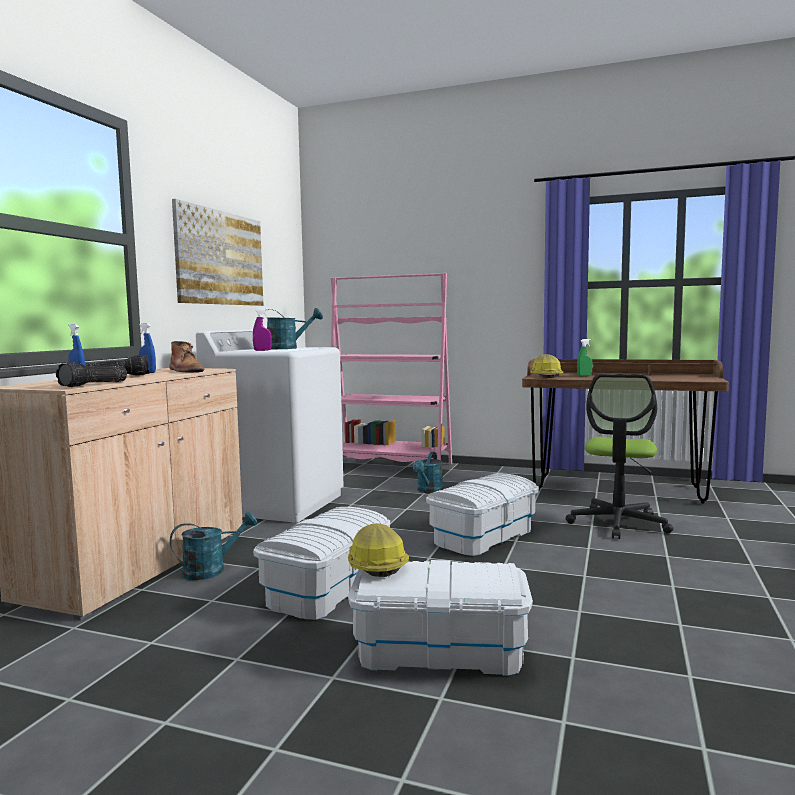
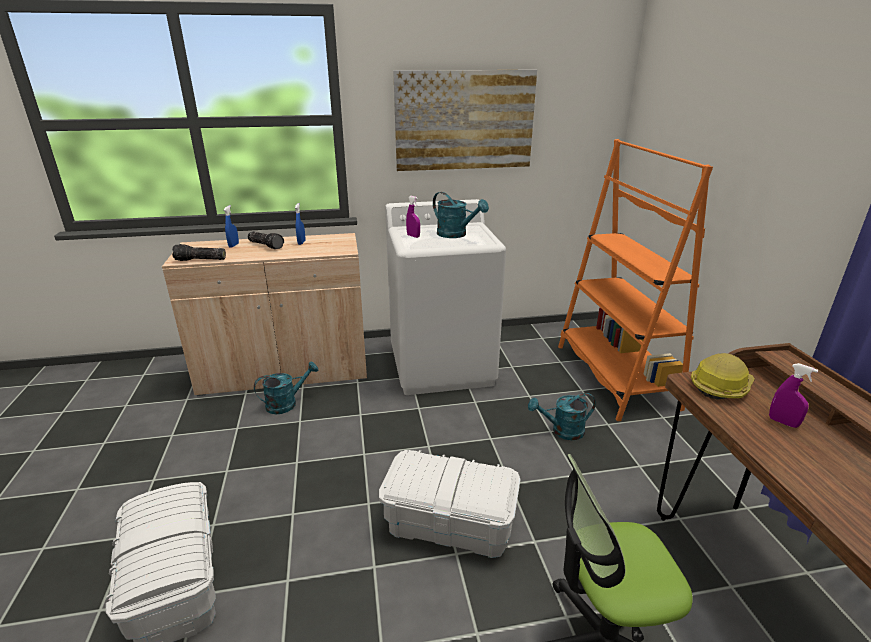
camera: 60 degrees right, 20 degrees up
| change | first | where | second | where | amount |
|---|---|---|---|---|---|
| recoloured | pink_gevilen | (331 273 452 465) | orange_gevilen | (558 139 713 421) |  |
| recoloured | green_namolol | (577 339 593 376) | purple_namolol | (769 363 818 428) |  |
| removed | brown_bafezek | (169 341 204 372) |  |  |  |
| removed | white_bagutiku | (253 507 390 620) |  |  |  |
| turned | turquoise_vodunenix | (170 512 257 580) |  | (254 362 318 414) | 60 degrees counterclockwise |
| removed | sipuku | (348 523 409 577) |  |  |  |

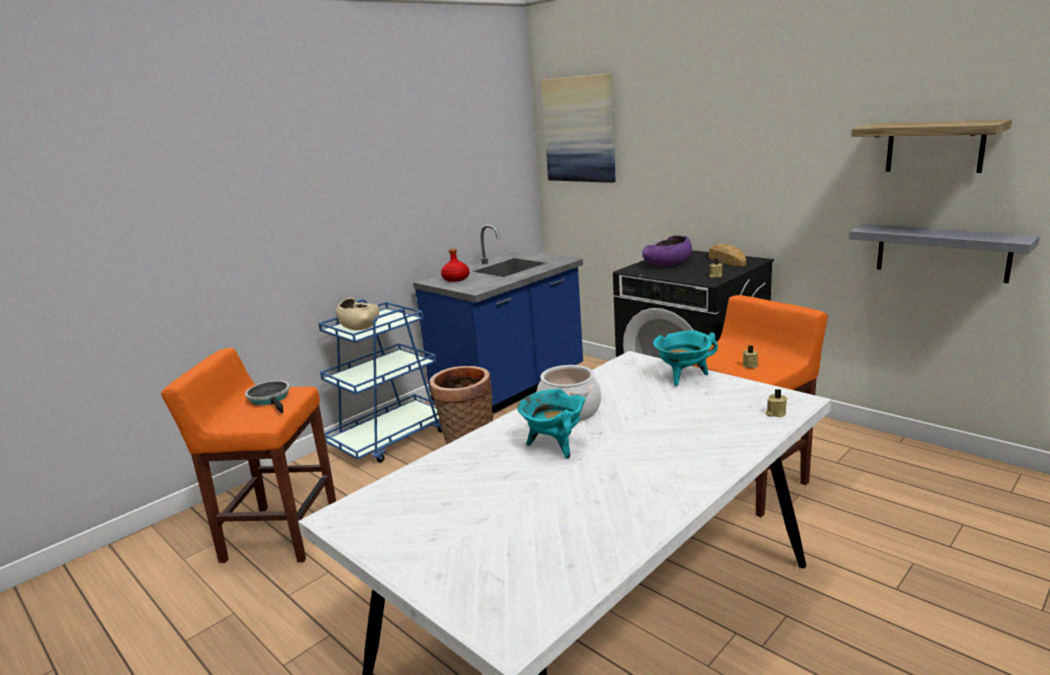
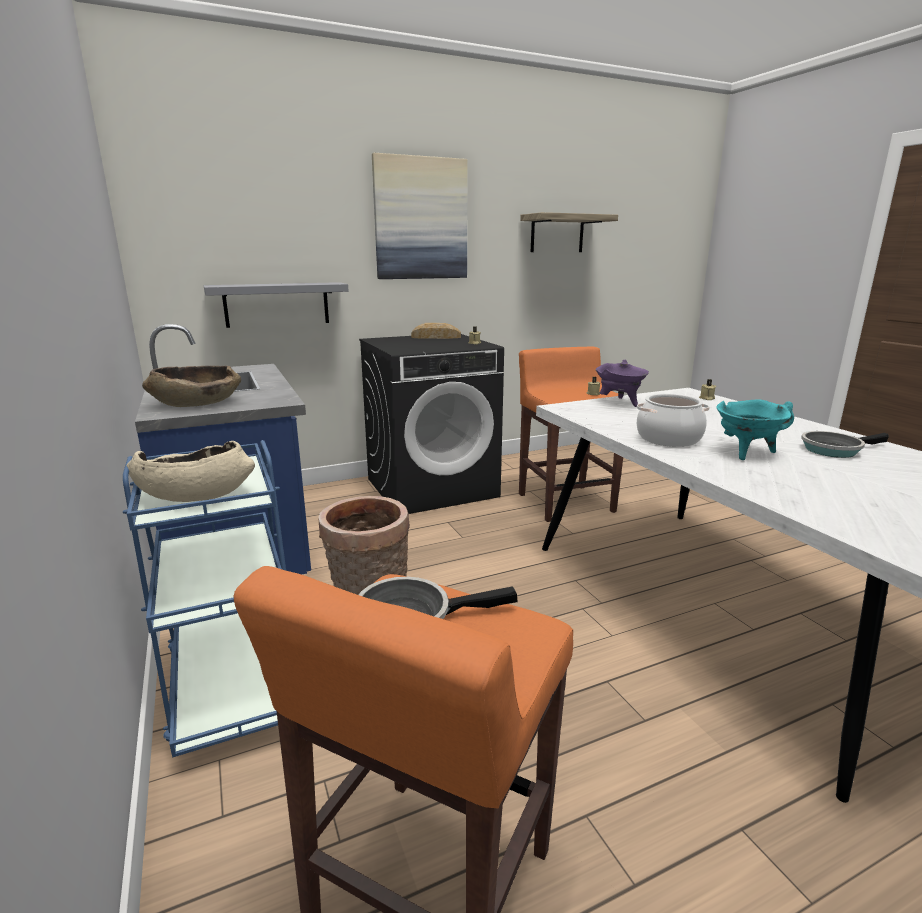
camera: 70 degrees left, 0 degrees up
| change | first | where | second | where | amount |
|---|---|---|---|---|---|
| moved | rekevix | (541 73 616 183) |  | (372 153 468 279) |  |
| moved | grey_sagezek | (849 224 1040 283) |  | (204 282 348 328) |  |
| removed | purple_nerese | (642 235 692 266) |  |  |  |
| replaced | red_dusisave | (441 249 469 282) | brown_nerese | (142 366 241 407) |  |
| recoloured | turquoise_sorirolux | (653 330 718 386) | purple_sorirolux | (595 360 649 407) |  |
| added |  |  | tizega | (801 431 889 458) |  |

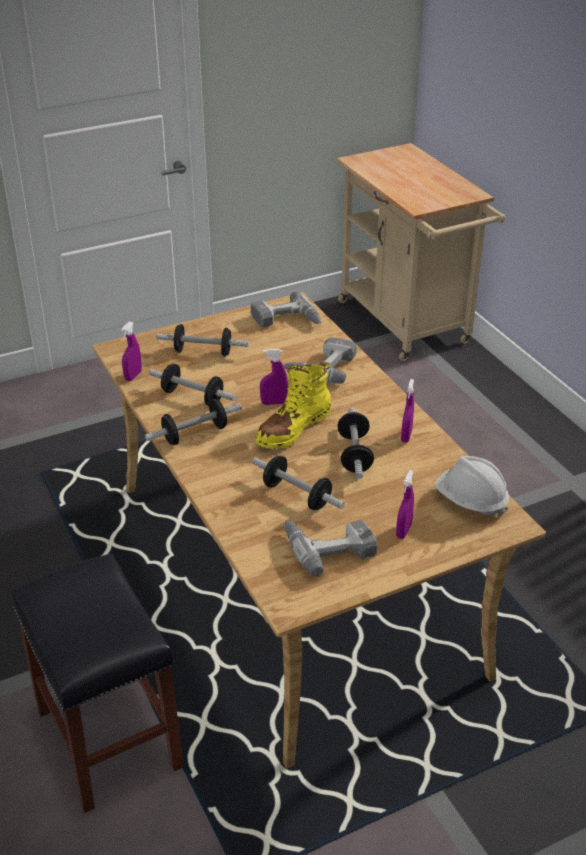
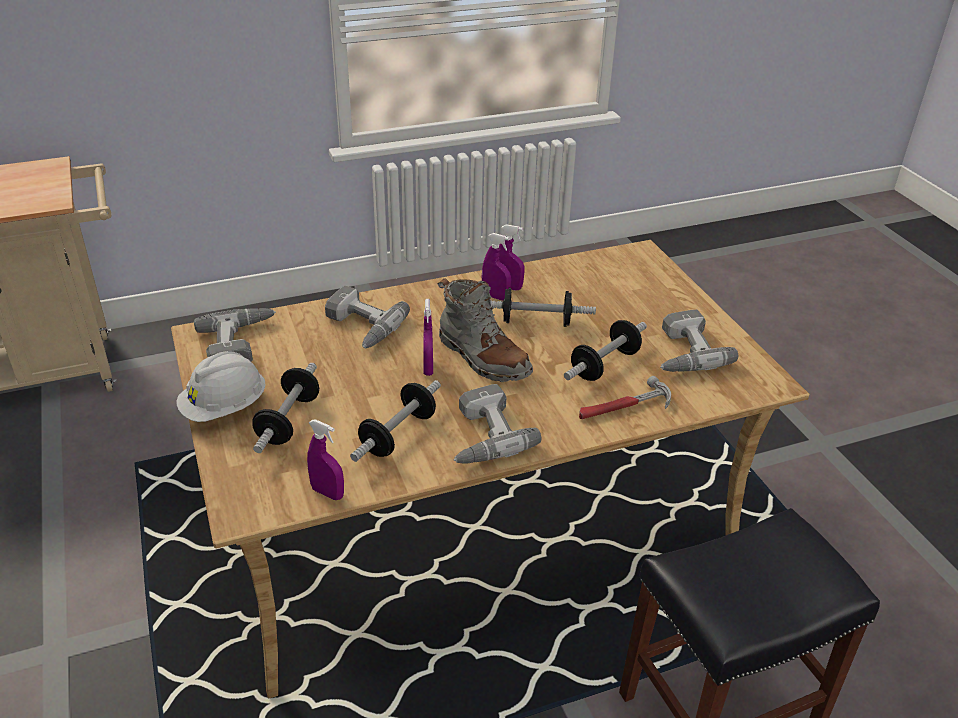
camera: 85 degrees left, 0 degrees up
| change | first | where | second | where | amount |
|---|---|---|---|---|---|
| recoloured | yellow_bafezek | (255 361 331 449) | grey_bafezek | (438 278 533 382) |  |
| replaced | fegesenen | (145 399 242 445) | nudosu | (454 384 541 464) |  |
| moved | white_sipuku | (435 456 509 517) |  | (176 351 266 422) |  |
| moved | purple_namolol | (396 470 414 539) |  | (482 233 511 300) |  |
| added |  |  | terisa | (579 376 671 419) |  |

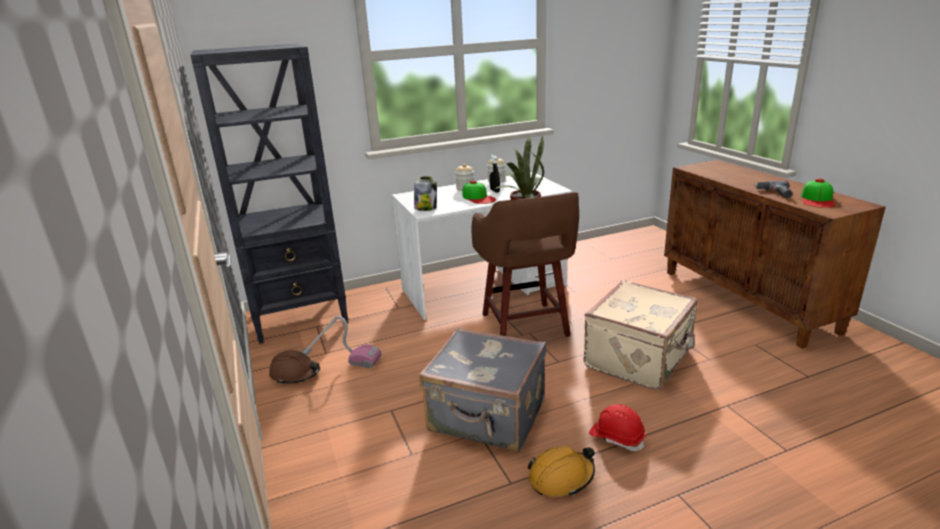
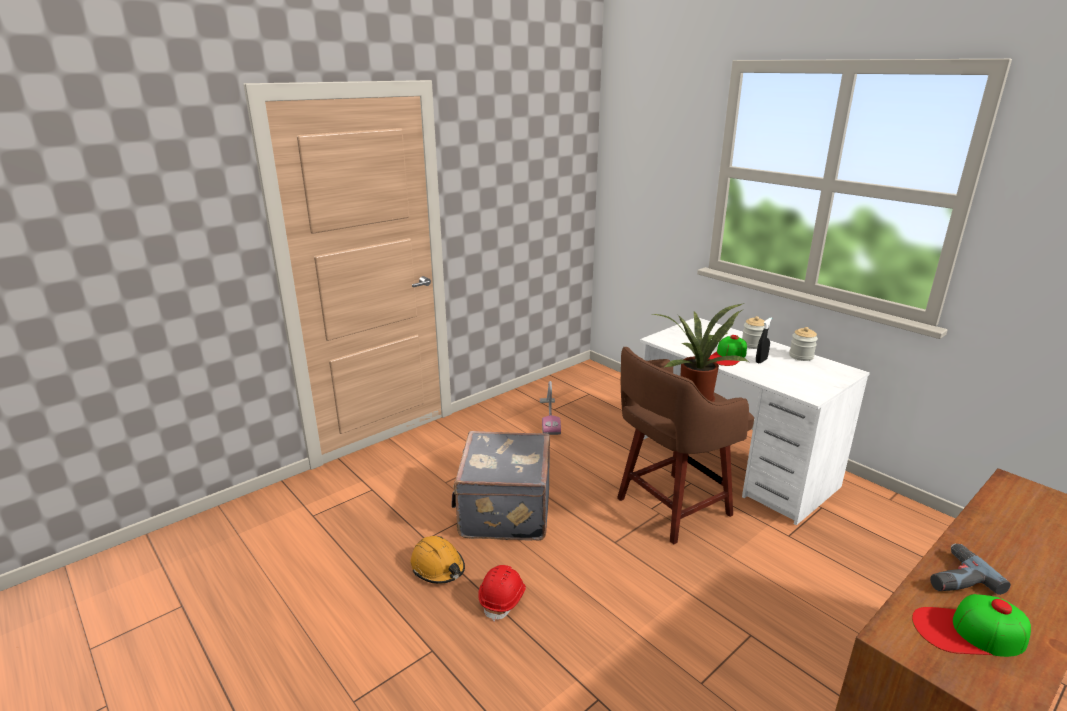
camera: 70 degrees right, 0 degrees up
| change | first | where | second | where | amount |
|---|---|---|---|---|---|
| removed | black_gevilen | (190 44 348 344) |  |  |  |
| removed | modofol | (414 176 437 211) |  |  |  |
| removed | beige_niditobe | (584 280 698 390) |  |  |  |
| removed | brown_sipuku | (269 350 320 385) |  |  |  |

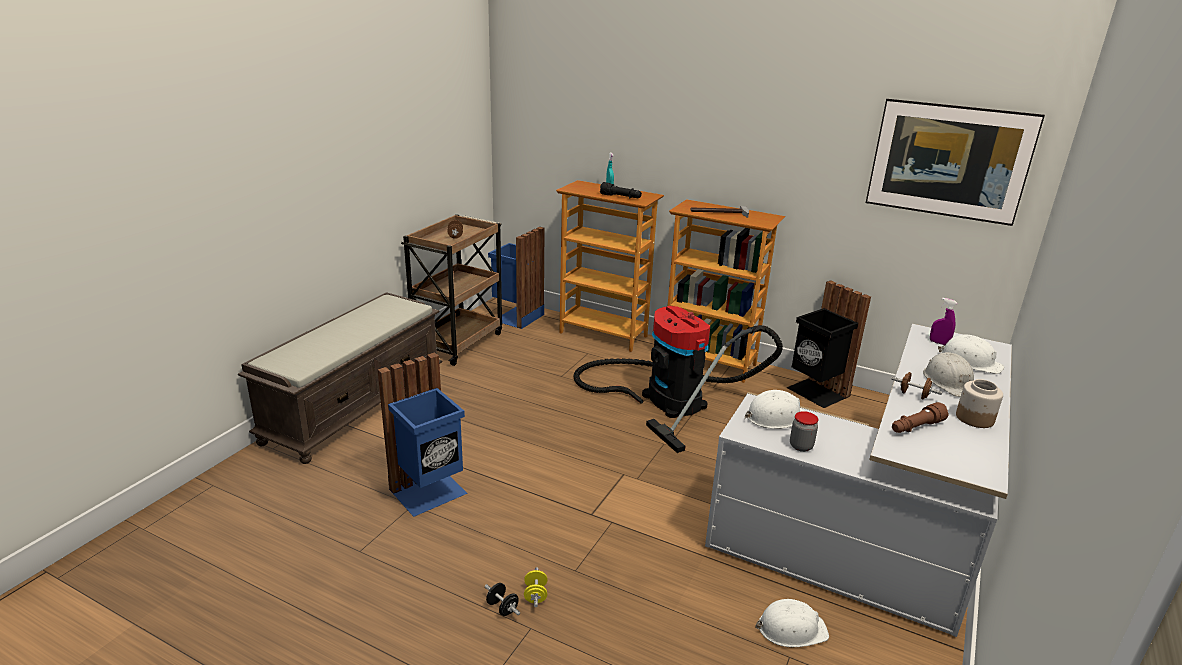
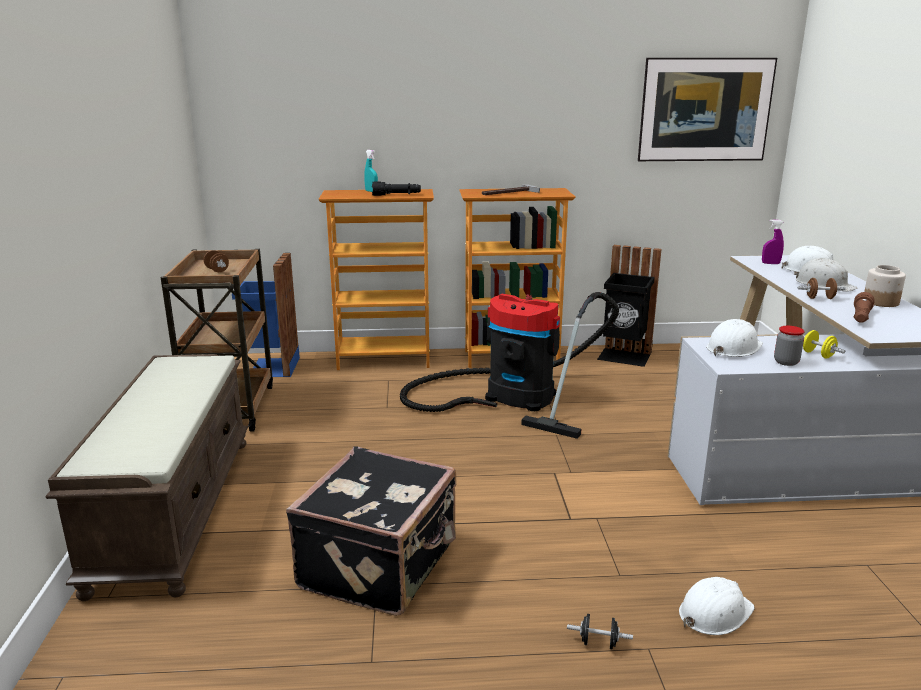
camera: 30 degrees left, 5 degrees down
| change | first | where | second | where | amount |
|---|---|---|---|---|---|
| replaced | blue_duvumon | (378 352 468 517) | black_niditobe | (286 446 456 616) |  |
| moved | yellow_fegesenen | (524 567 548 607) |  | (803 330 845 359) |  |
| moved | white_sipuku | (755 599 829 648) |  | (679 577 755 635) |  |

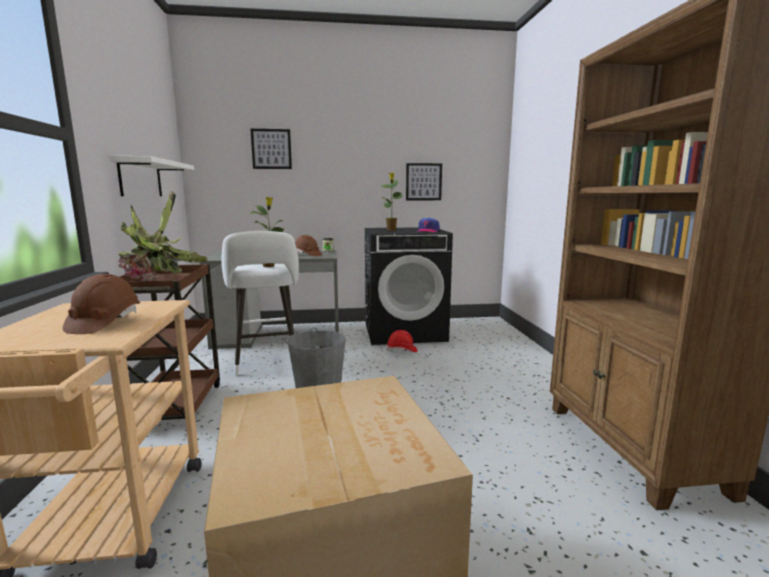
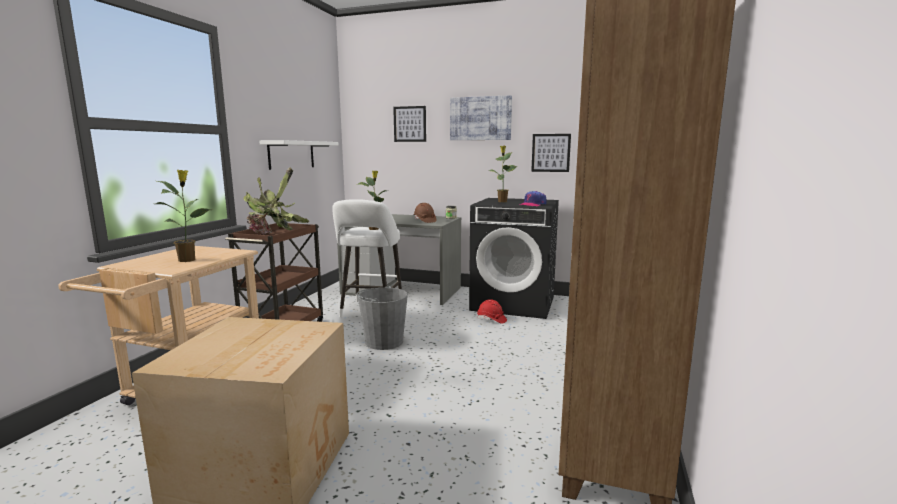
camera: 25 degrees right, 0 degrees up
| change | first | where | second | where | amount |
|---|---|---|---|---|---|
| replaced | brown_sipuku | (62 274 140 334) | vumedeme | (156 170 211 262) |  |
| added |  |  | rekevix | (450 95 512 140) |  |

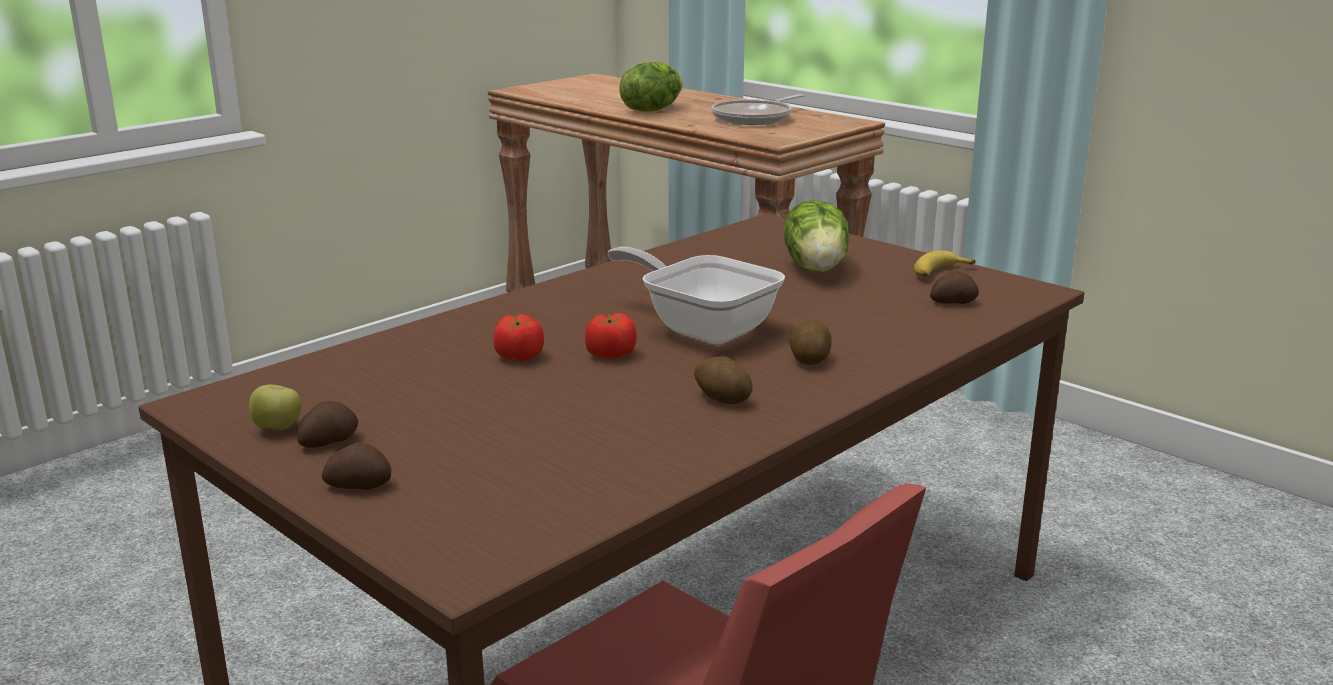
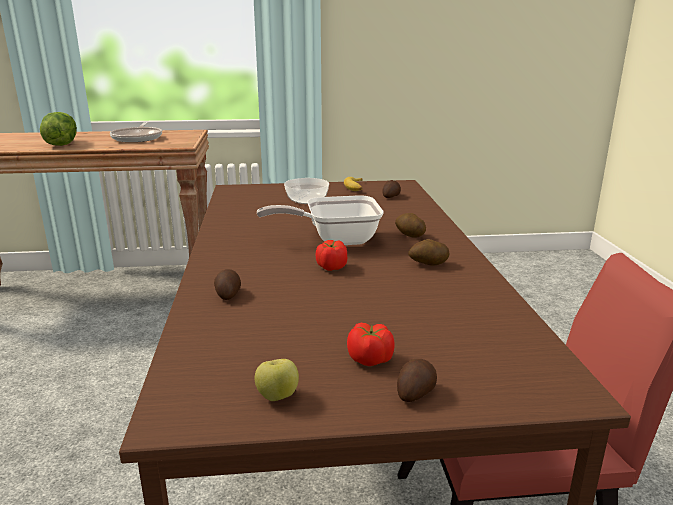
camera: 50 degrees left, 0 degrees up
| change | first | where | second | where | amount |
|---|---|---|---|---|---|
| replaced | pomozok | (784 200 849 272) | nerese | (284 178 329 204) |  |
| moved | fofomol | (493 314 544 362) |  | (347 323 395 366) |  |
| moved | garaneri | (297 401 358 448) |  | (214 269 241 300) |  |

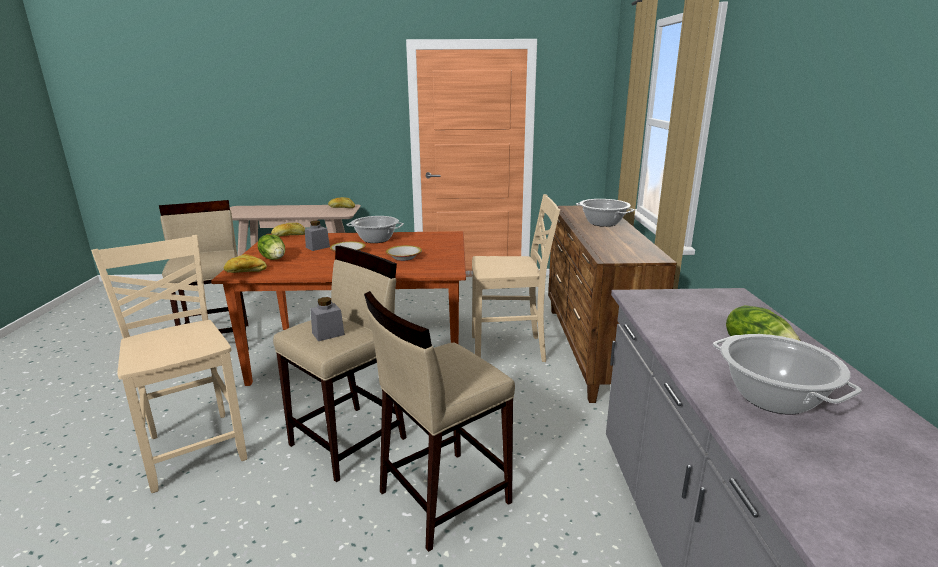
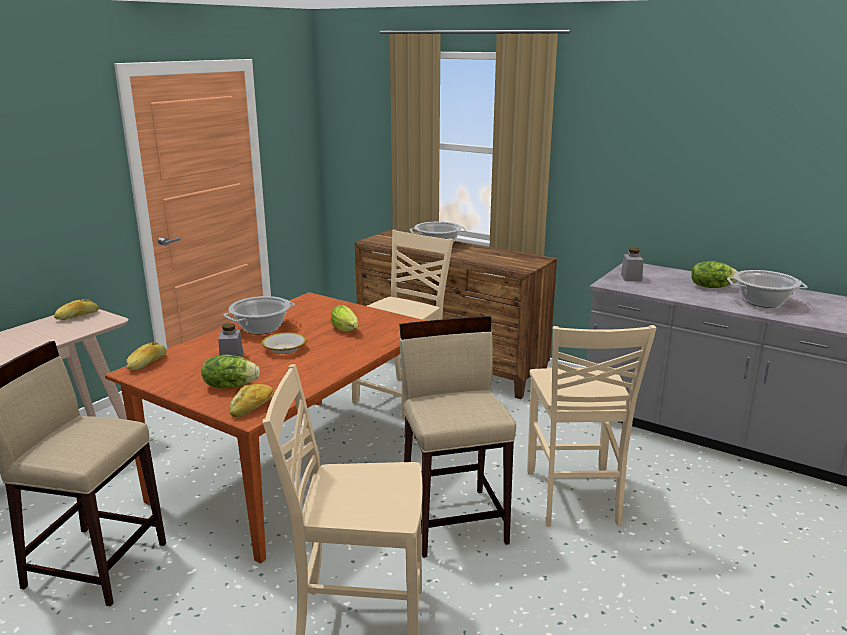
camera: 55 degrees left, 0 degrees up
| change | first | where | second | where | amount |
|---|---|---|---|---|---|
| replaced | nerese | (386 245 422 261) | pomozok | (331 305 358 331) |  |
| replaced | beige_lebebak | (364 291 515 552) | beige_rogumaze | (527 325 657 527) |  |
| moved | grey_modofol | (310 297 345 341) |  | (621 248 644 281) |  |

